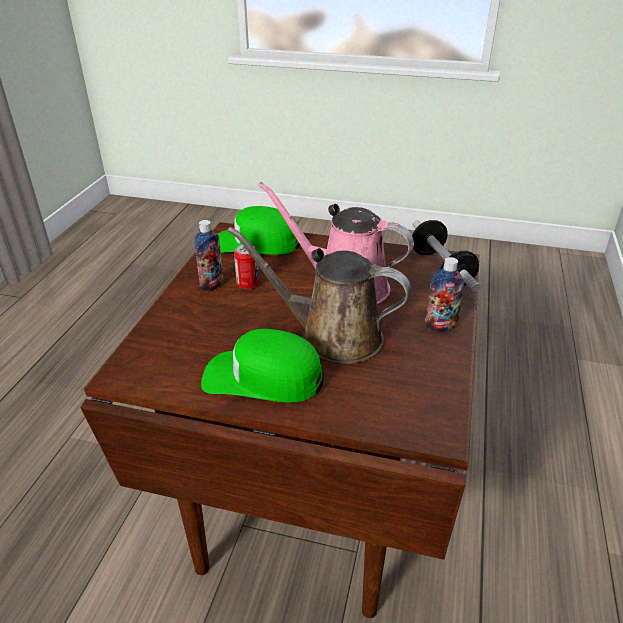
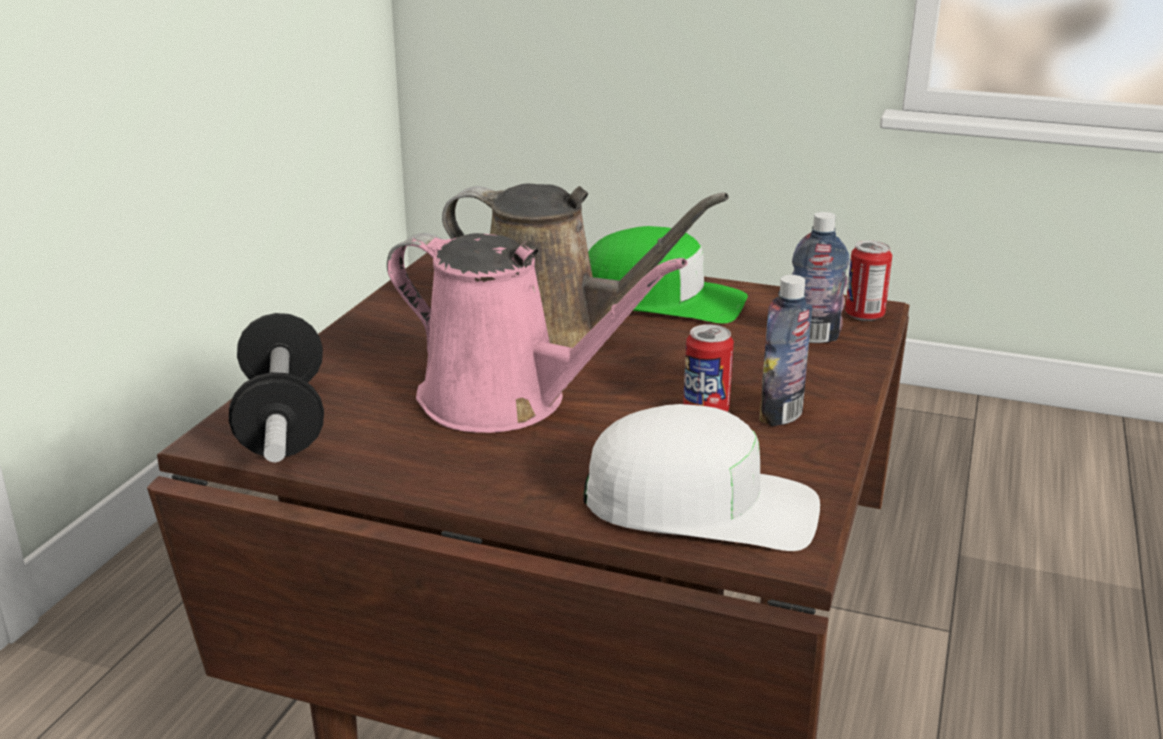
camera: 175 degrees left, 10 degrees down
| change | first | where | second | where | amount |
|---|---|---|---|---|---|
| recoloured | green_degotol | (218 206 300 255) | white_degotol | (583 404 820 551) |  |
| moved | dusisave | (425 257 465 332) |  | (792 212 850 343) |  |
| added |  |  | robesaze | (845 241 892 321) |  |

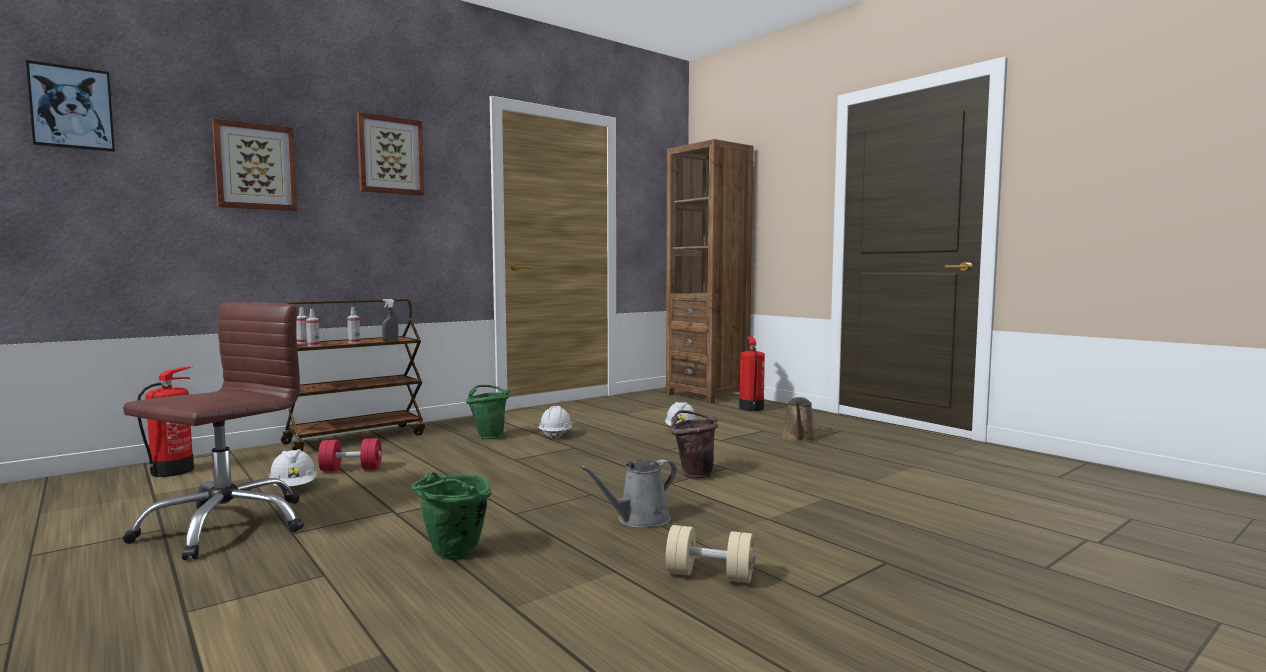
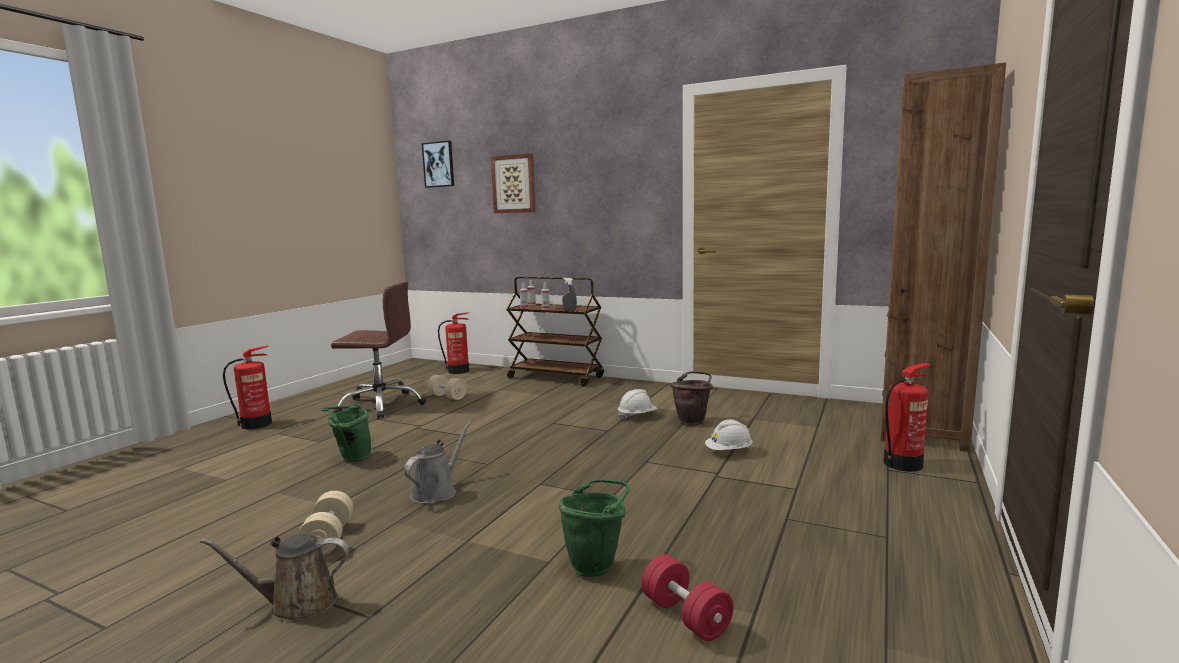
camera: 65 degrees right, 5 degrees up
| change | first | where | second | where | amount |
|---|---|---|---|---|---|
| removed | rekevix | (357 112 424 196) |  |  |  |
| moved | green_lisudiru | (466 385 510 439) |  | (559 479 630 577) |  |
| moved | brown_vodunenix | (782 397 818 442) |  | (200 534 349 622) |  |
| moved | brown_lisudiru | (671 410 718 478) |  | (670 371 713 426) |  |
| moved | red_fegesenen | (318 438 382 471) |  | (642 554 733 641) |  |
| replaced | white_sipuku | (268 449 317 487) | beige_fegesenen | (427 375 467 400) |  |
| turned | grey_vodunenix | (580 459 677 528) |  | (404 421 472 504) | 90 degrees clockwise |
| added |  |  | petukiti | (223 346 272 429) |  |

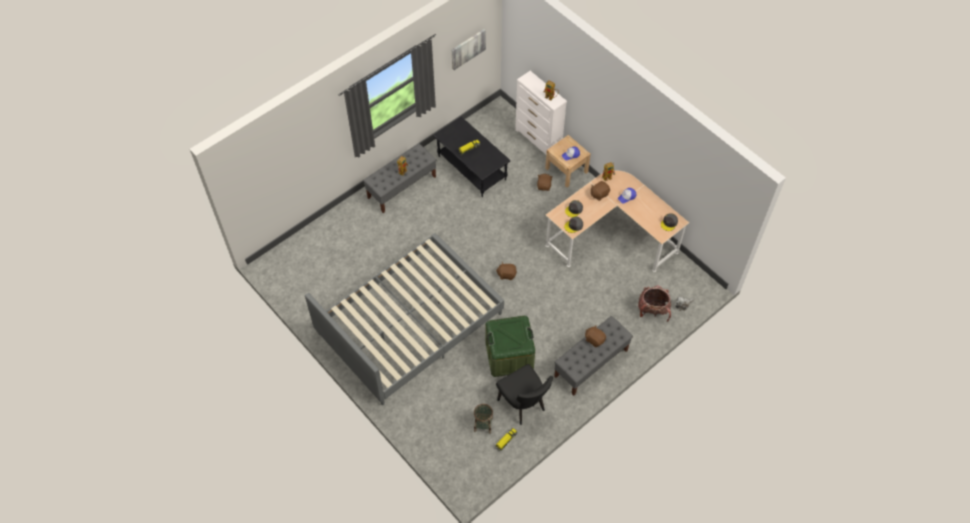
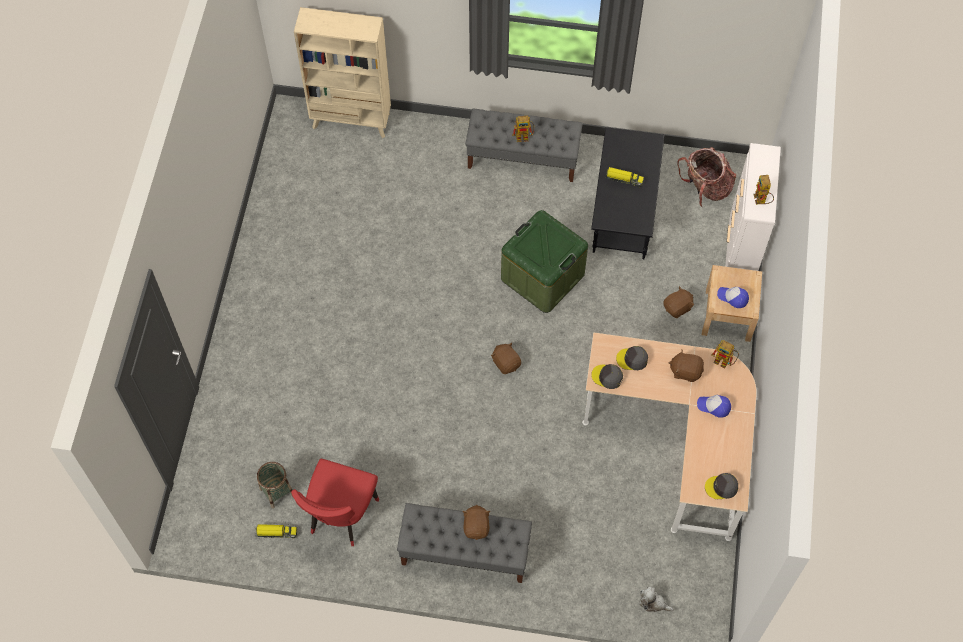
camera: 50 degrees right, 5 degrees up
| change | first | where | second | where | amount |
|---|---|---|---|---|---|
| removed | rekevix | (452 29 486 70) |  |  |  |
| removed | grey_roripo | (305 233 504 405) |  |  |  |
| moved | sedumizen | (638 285 671 322) |  | (678 147 736 208) |  |
| moved | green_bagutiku | (485 316 535 377) |  | (501 210 588 313) |  |
| recoloured | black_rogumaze | (496 364 553 425) | red_rogumaze | (291 459 379 546) |  |
| added |  |  | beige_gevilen | (294 7 391 138) |  |

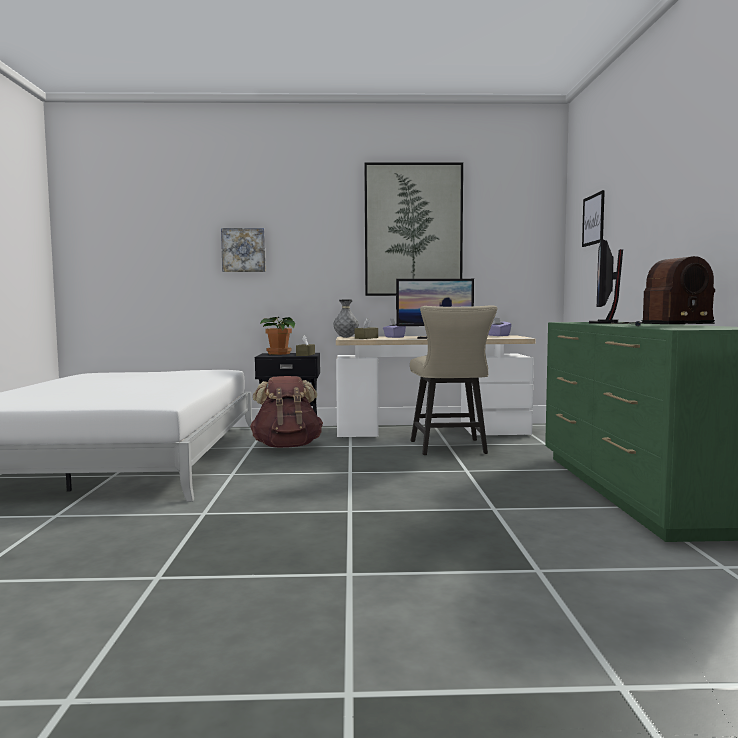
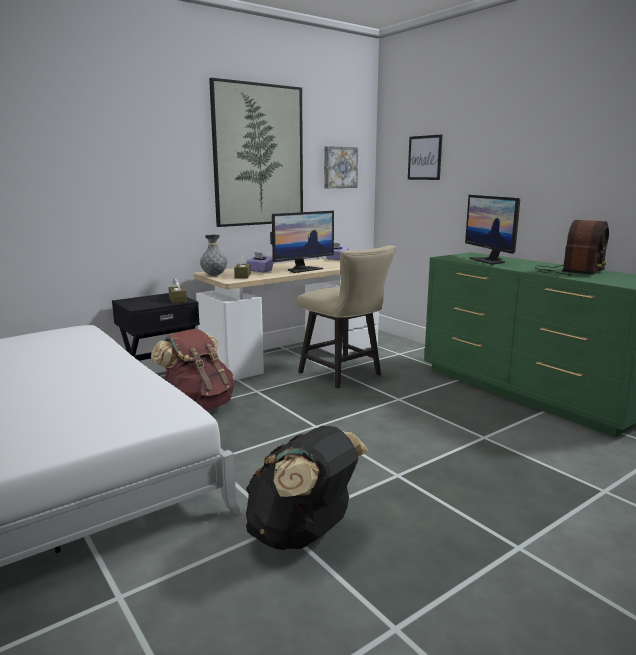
camera: 35 degrees left, 10 degrees up
| change | first | where | second | where | amount |
|---|---|---|---|---|---|
| moved | rekevix | (221 228 266 272) |  | (324 146 358 188) |  |
| removed | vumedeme | (260 317 295 355) |  |  |  |
| added |  |  | black_sedumizen | (246 426 368 550) |  |

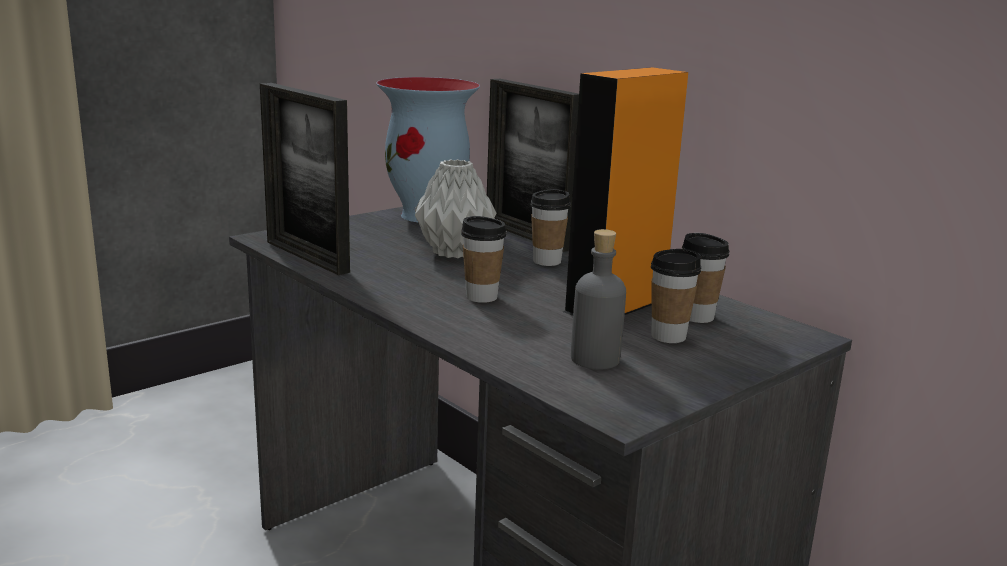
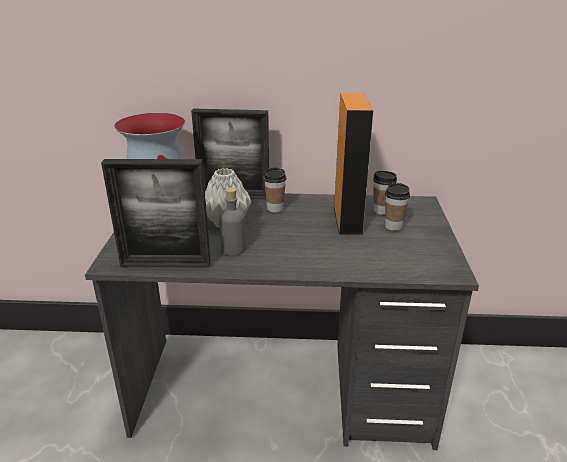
camera: 45 degrees left, 10 degrees up
| change | first | where | second | where | amount |
|---|---|---|---|---|---|
| removed | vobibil | (461 216 507 303) |  |  |  |
| moved | grey_dusisave | (571 229 626 370) |  | (219 187 246 256) |  |

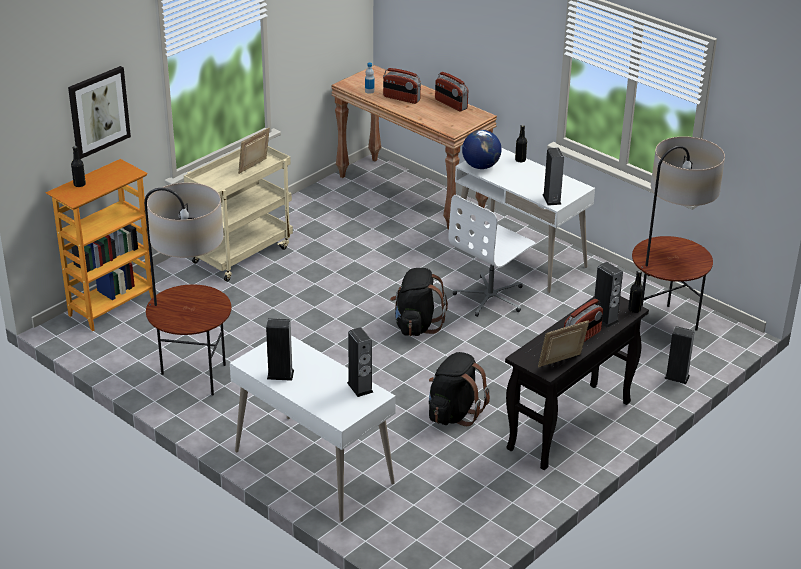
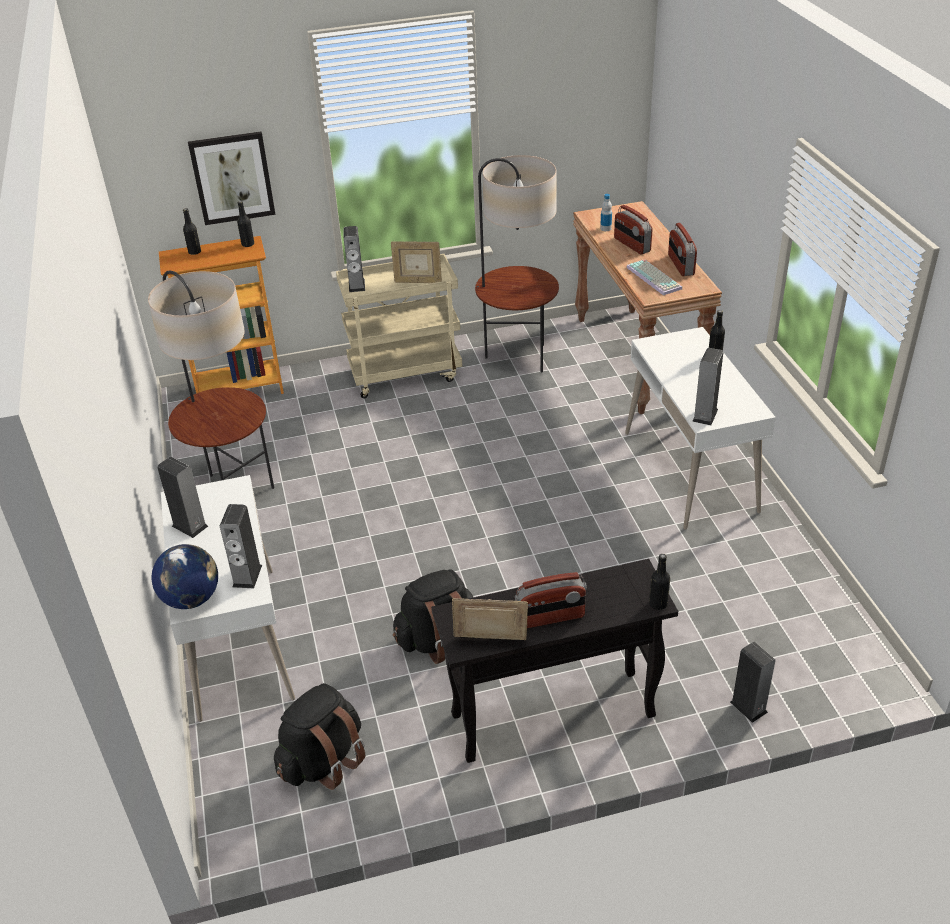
camera: 35 degrees right, 5 degrees up
| change | first | where | second | where | amount |
|---|---|---|---|---|---|
| turned | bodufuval | (238 127 270 174) |  | (391 241 442 283) | 150 degrees counterclockwise |
| moved | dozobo | (462 130 501 169) |  | (151 544 218 609) |  |
| moved | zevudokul | (632 136 725 330) |  | (475 155 559 372) |  |
| removed | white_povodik | (448 195 535 317) |  |  |  |
| moved | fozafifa | (594 262 623 328) |  | (343 226 365 292) |  |
| moved | black_sedumizen | (390 268 448 336) |  | (274 683 366 790) |  |
| added |  |  | black_dusisave | (237 201 254 247) |  |
| added |  |  | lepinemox | (626 259 682 295) |  |

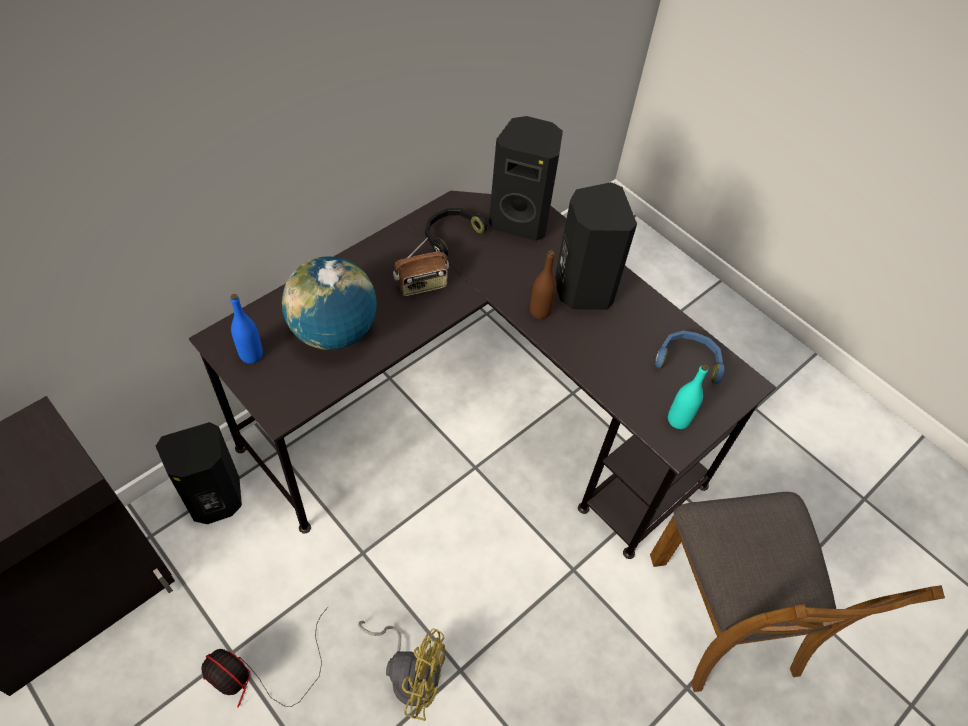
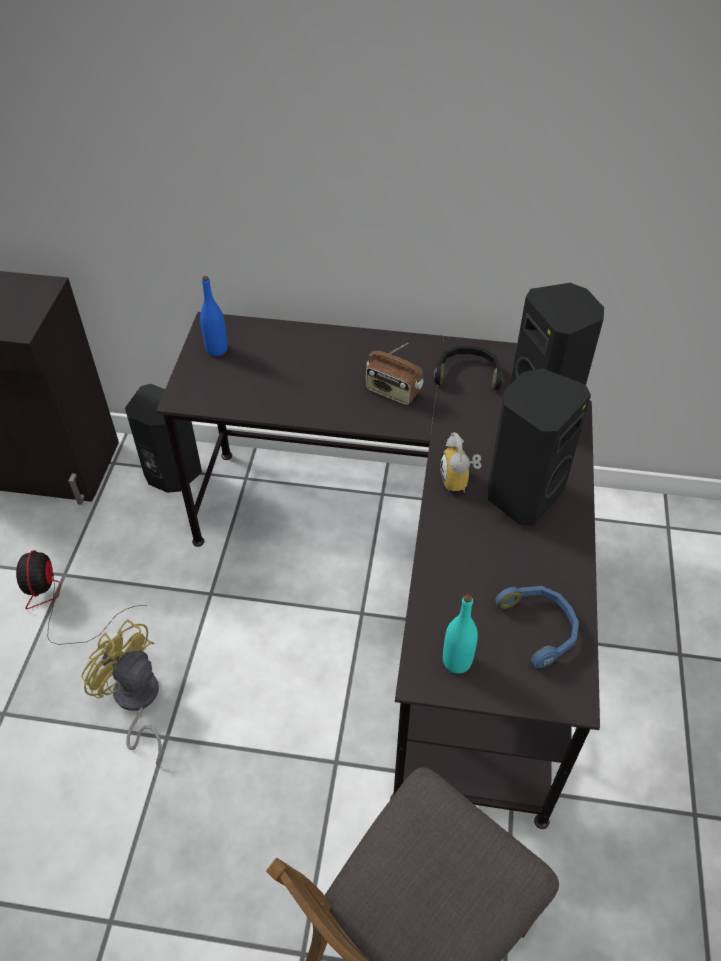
camera: 55 degrees right, 5 degrees down
| change | first | where | second | where | amount |
|---|---|---|---|---|---|
| replaced | brown_dusisave | (530 250 557 319) | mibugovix | (440 432 481 493) |  |
| removed | dozobo | (282 256 377 350) |  |  |  |
| turned | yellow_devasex | (358 621 445 721) |  | (81 619 162 765) | 150 degrees clockwise |

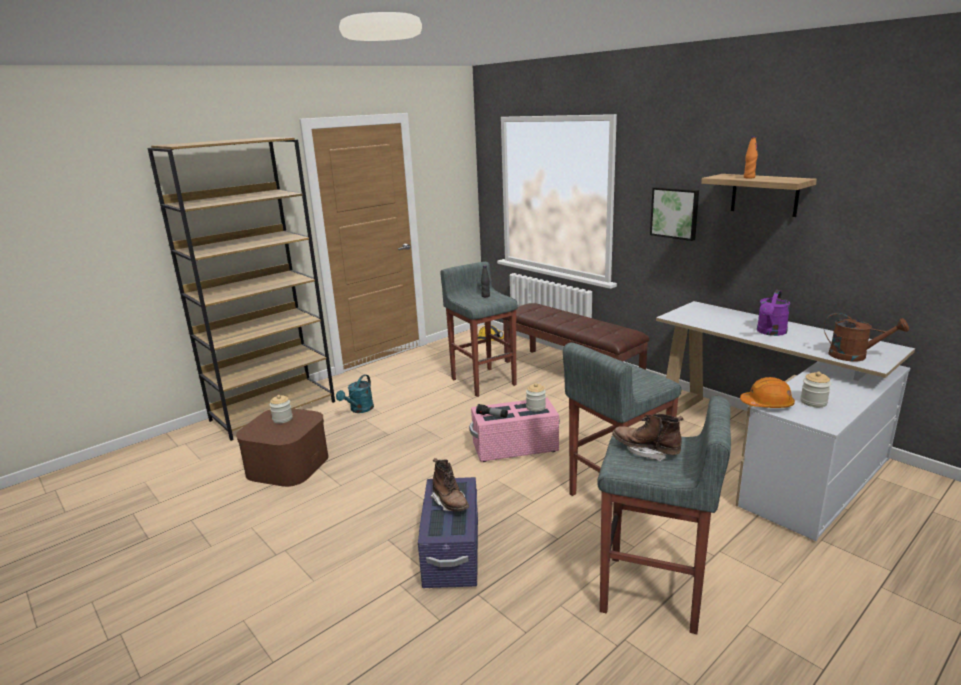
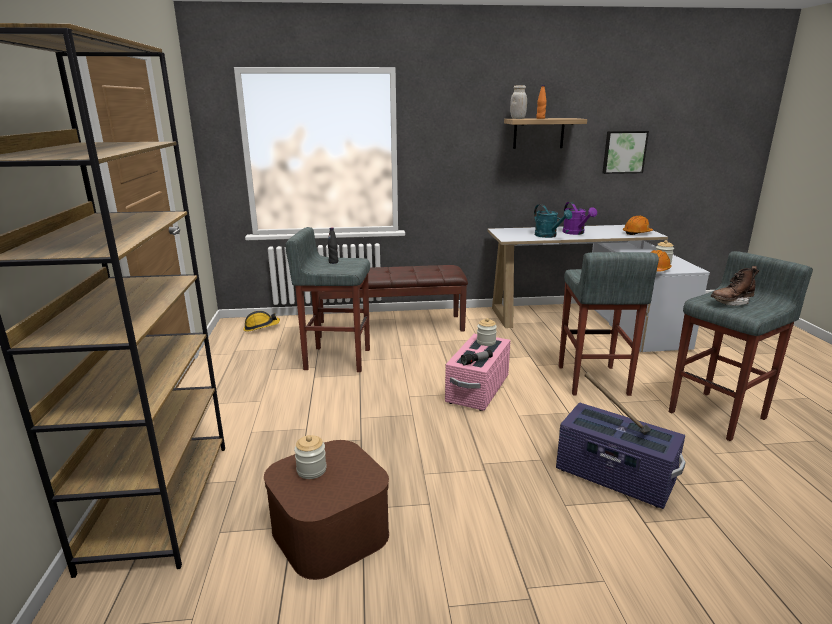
camera: 55 degrees left, 0 degrees up
| change | first | where | second | where | amount |
|---|---|---|---|---|---|
| moved | rekevix | (650 187 699 241) |  | (603 131 649 174) |  |
| replaced | brown_vodunenix | (824 313 909 361) | orange_sipuku | (623 216 653 235) |  |
| moved | turquoise_vodunenix | (336 374 374 413) |  | (534 204 572 238) |  |
| replaced | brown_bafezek | (431 458 469 511) | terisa | (584 372 651 435) |  |
| added |  |  | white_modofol | (510 85 527 119) |  |

